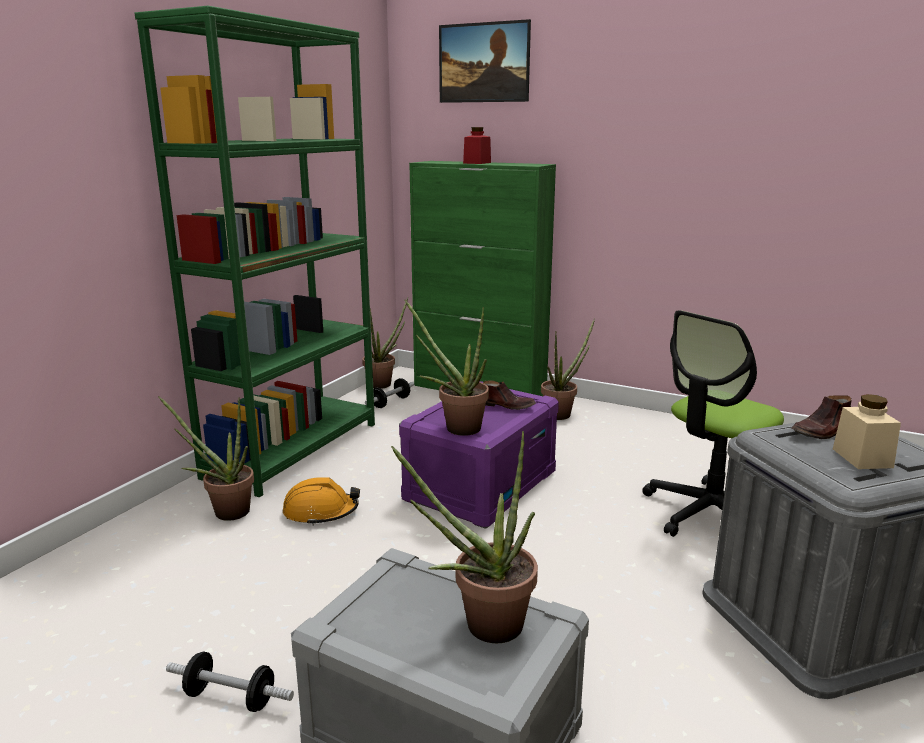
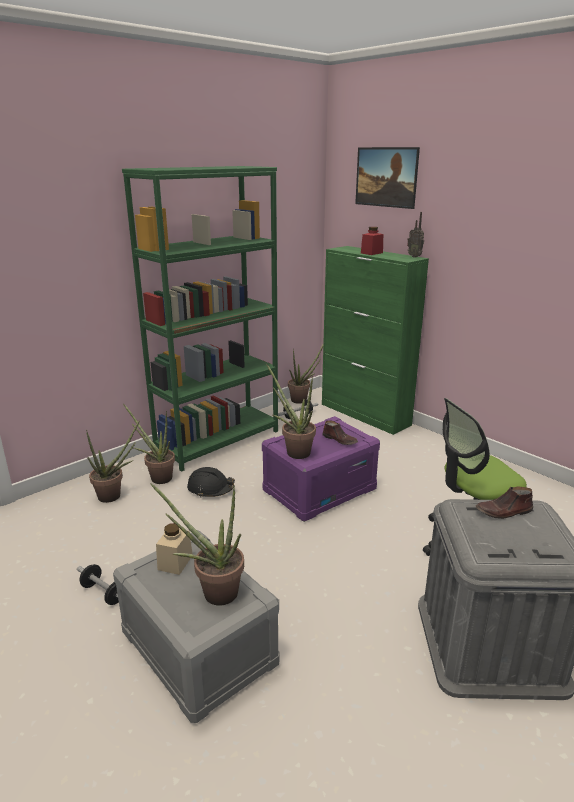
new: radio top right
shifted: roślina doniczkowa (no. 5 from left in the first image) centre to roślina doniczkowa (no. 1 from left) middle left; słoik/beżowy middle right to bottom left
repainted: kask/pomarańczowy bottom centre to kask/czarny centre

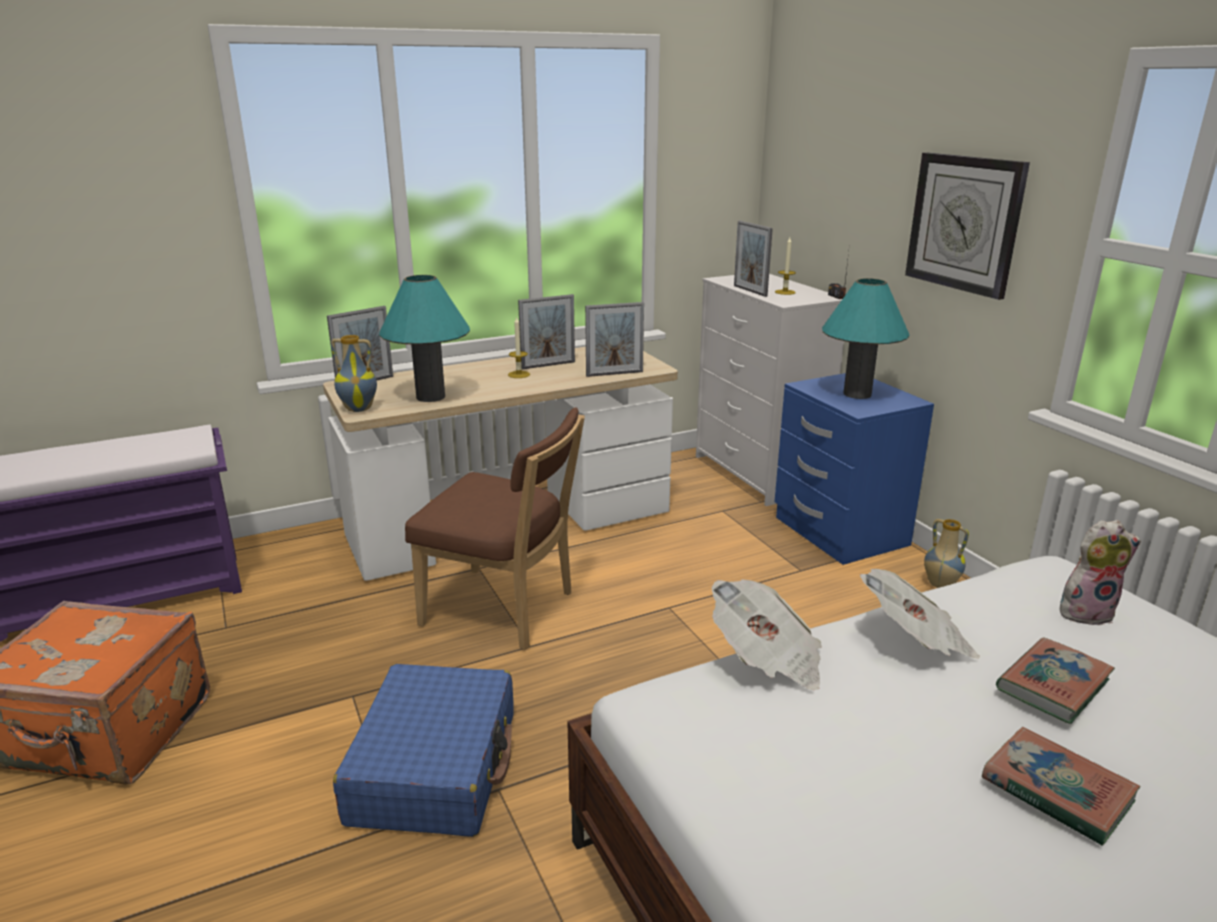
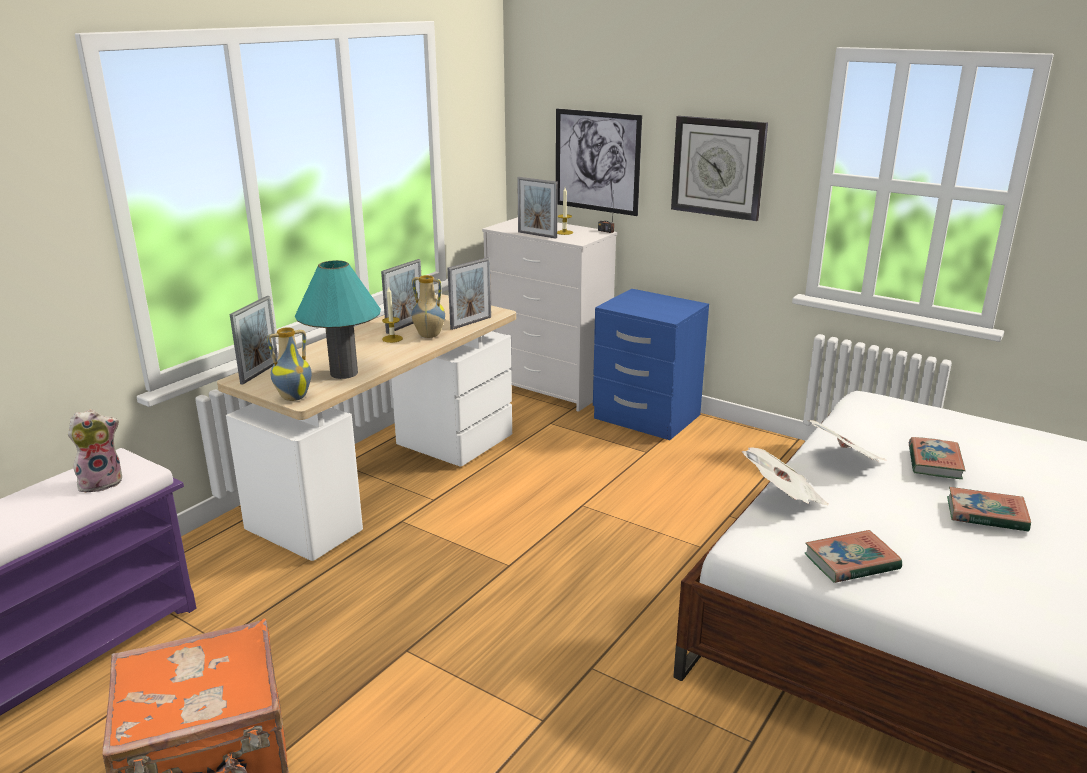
gone: walizka/niebieski bottom centre; krzesło/brązowy centre; lampa stołowa/turkusowy (no. 2 from left) middle right
new: obraz top centre; książka (no. 1 from left) bottom right
shifted: wazon (no. 2 from left) middle right to centre; pluszak middle right to middle left

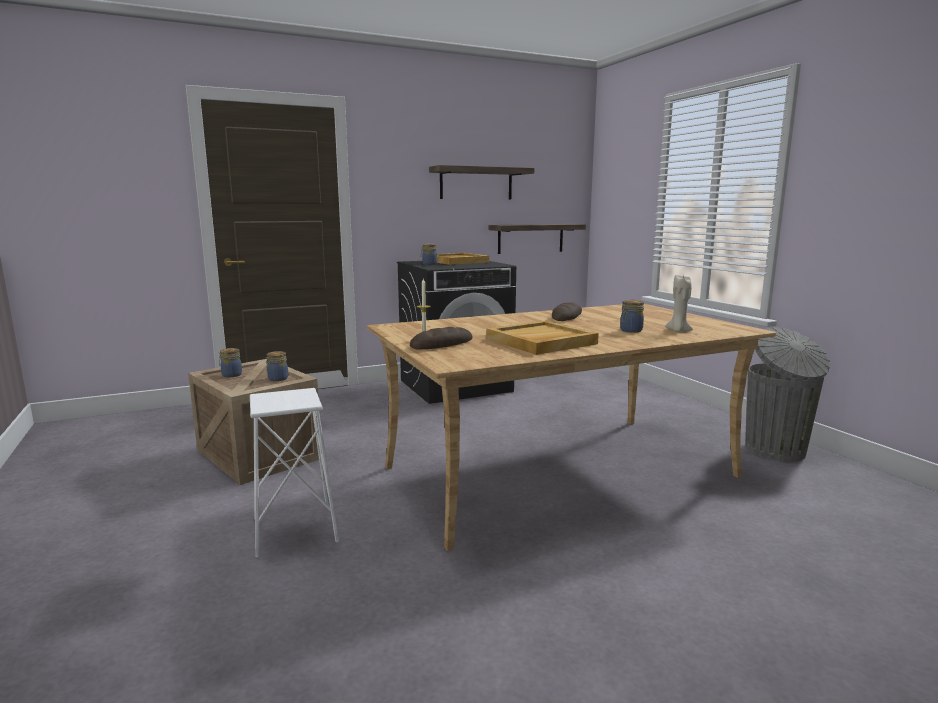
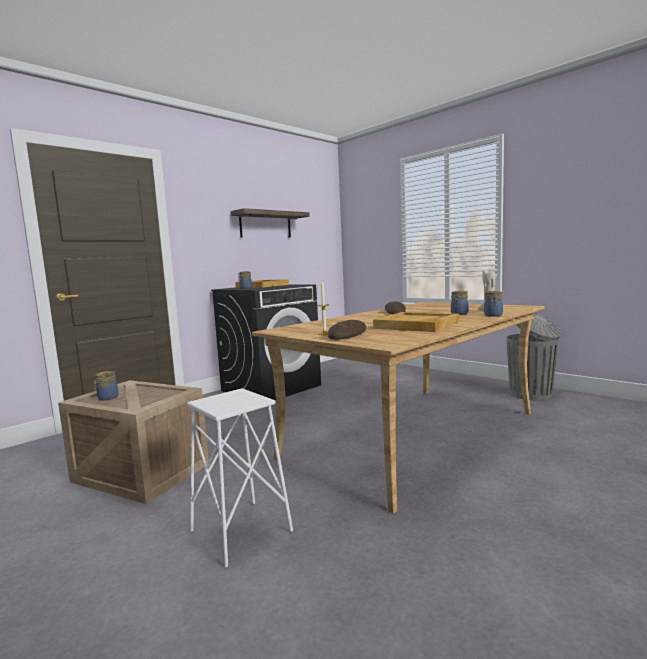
gone: półka (no. 2 from left) centre
shifted: słoik (no. 2 from left in the first image) middle left to słoik (no. 4 from left) middle right

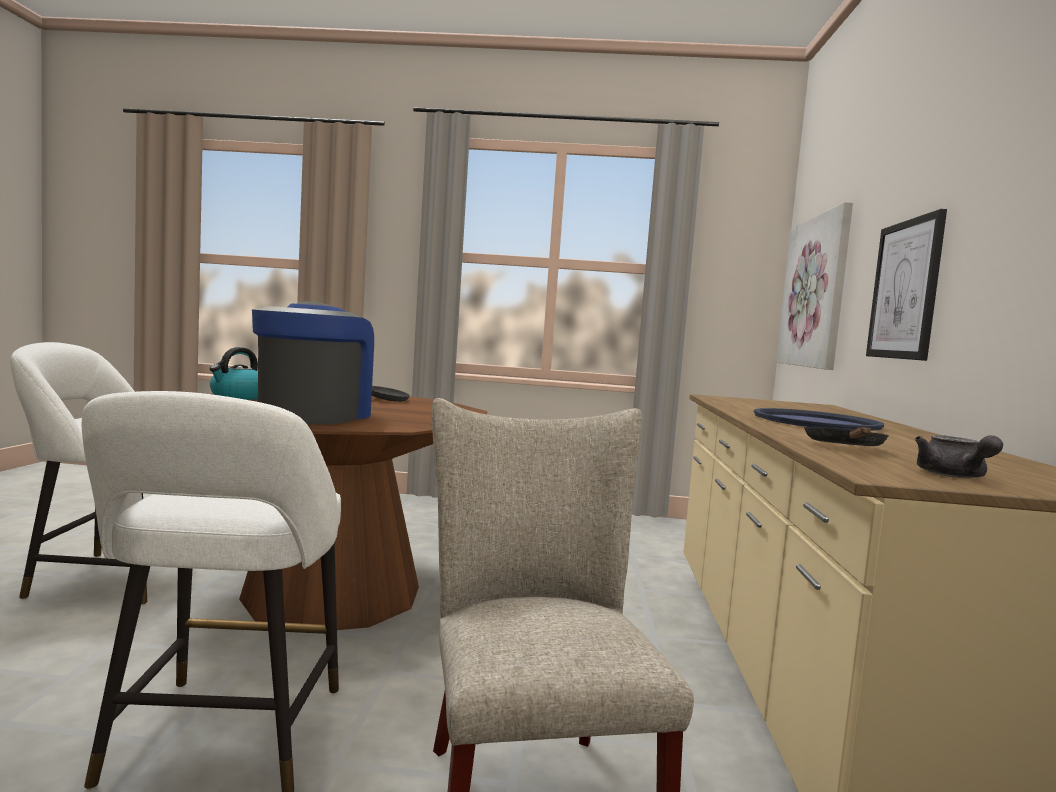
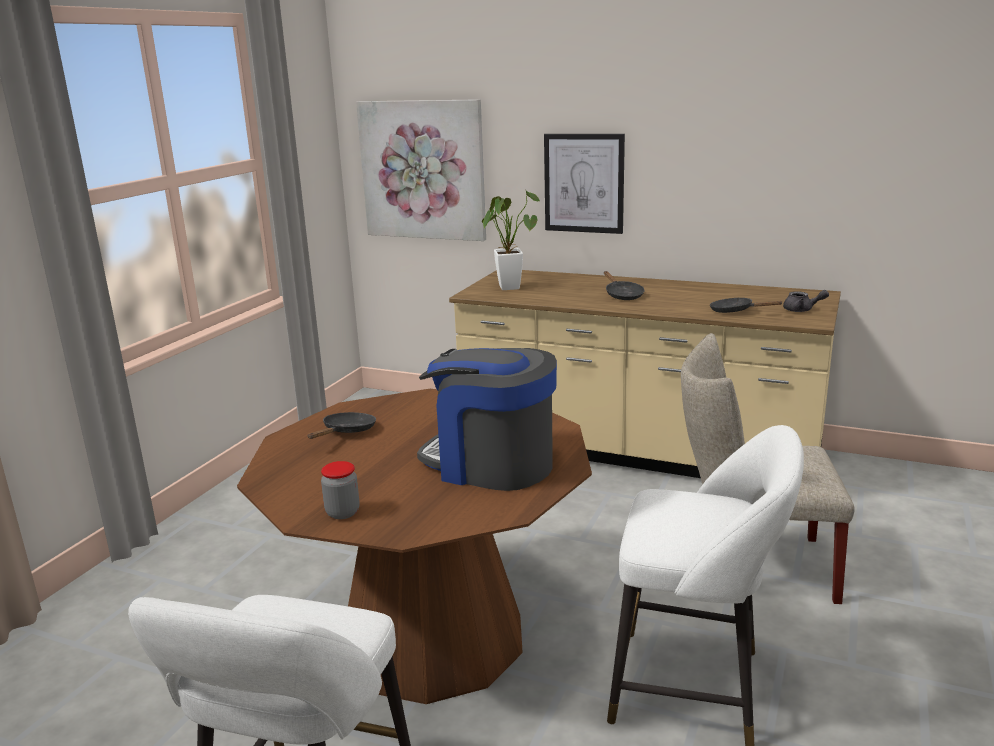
new: roślina doniczkowa top centre
swapped: czajnik middle left to słoik centre; taca/niebieski middle right to patelnia/czarny (no. 2 from left) centre

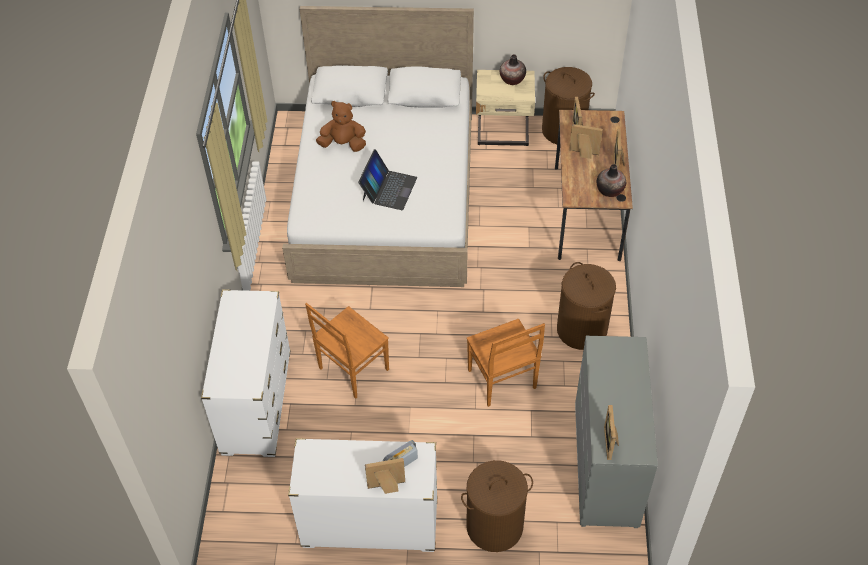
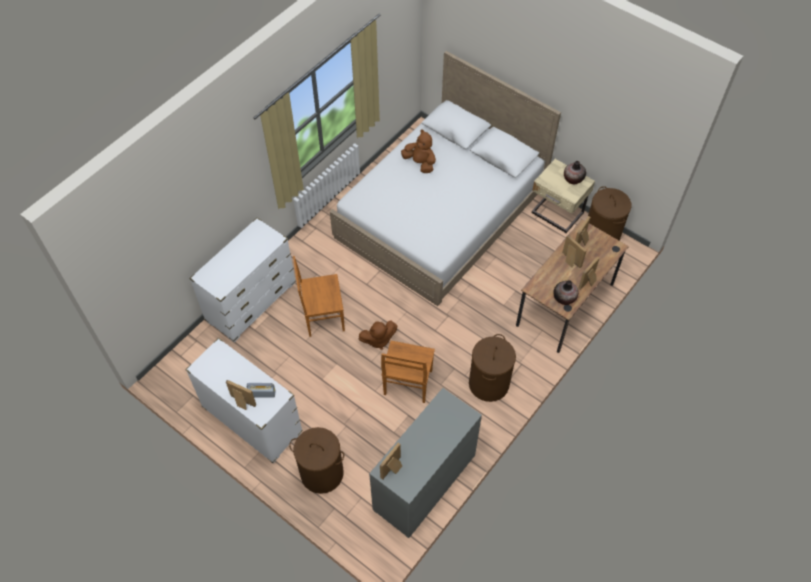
gone: laptop top centre
new: pluszak/brązowy (no. 1 from left) centre

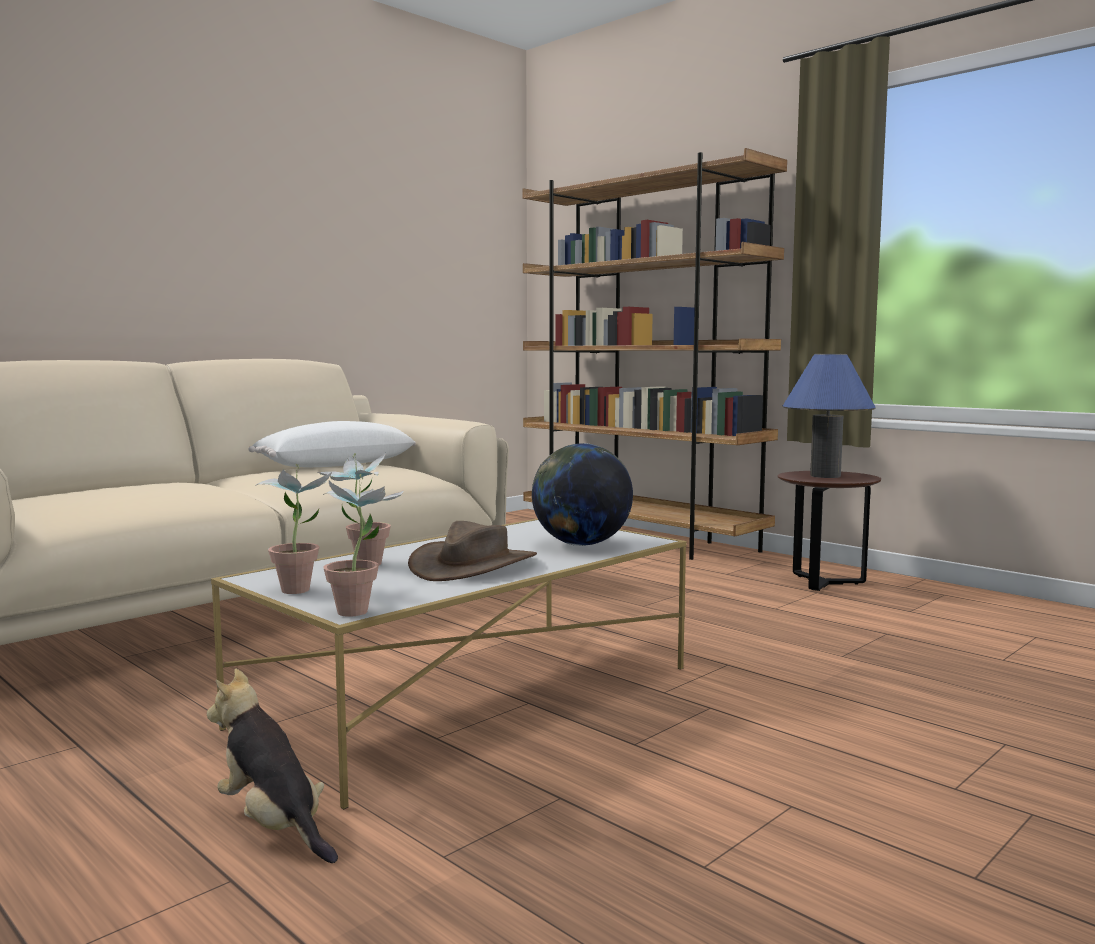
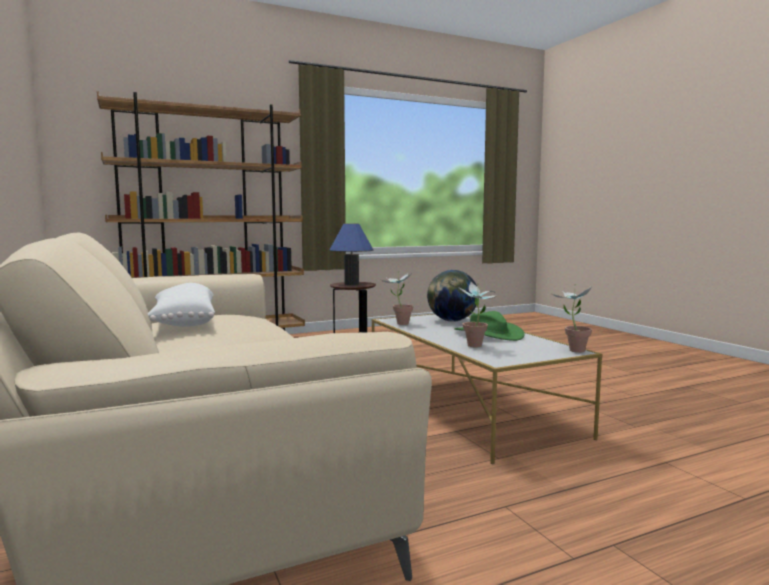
gone: pluszak bottom left
shifted: roślina doniczkowa (no. 1 from left) middle left to centre
repainted: kapelusz/brązowy centre to kapelusz/zielony centre

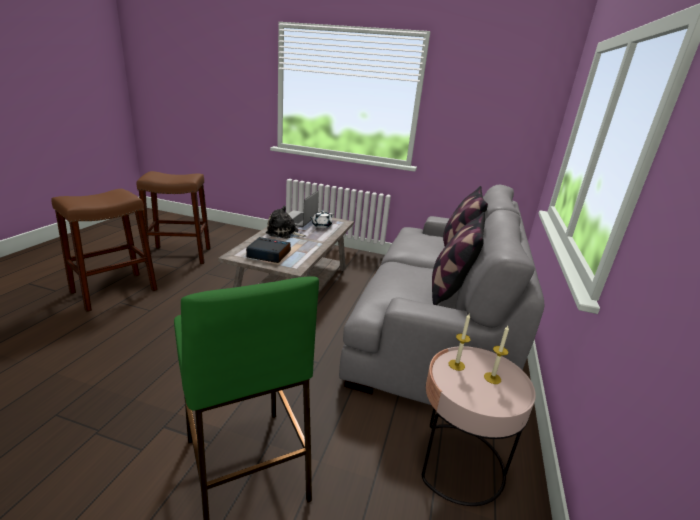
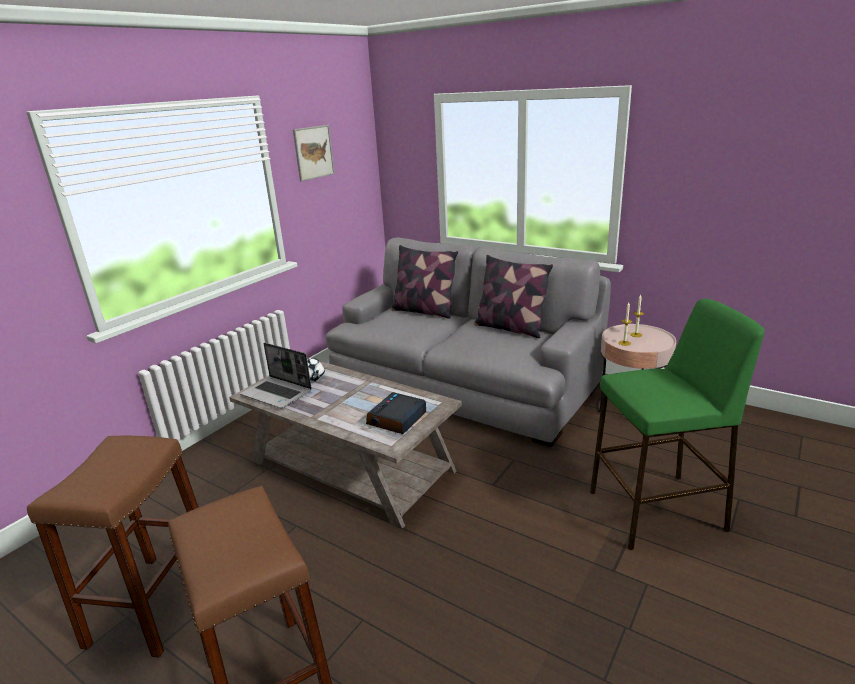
gone: pluszak centre
new: obraz top centre

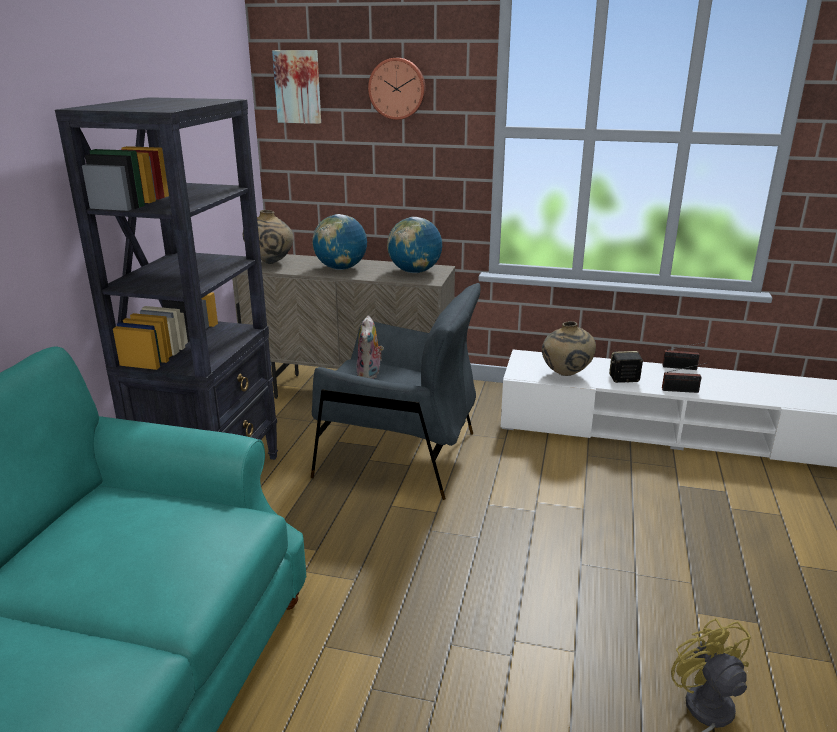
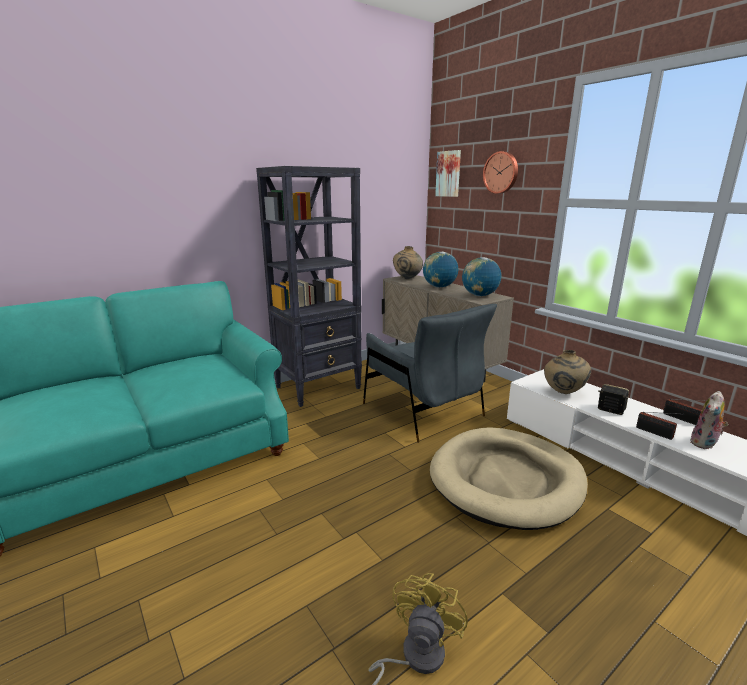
new: legowisko/beżowy bottom right
shifted: pluszak centre to middle right

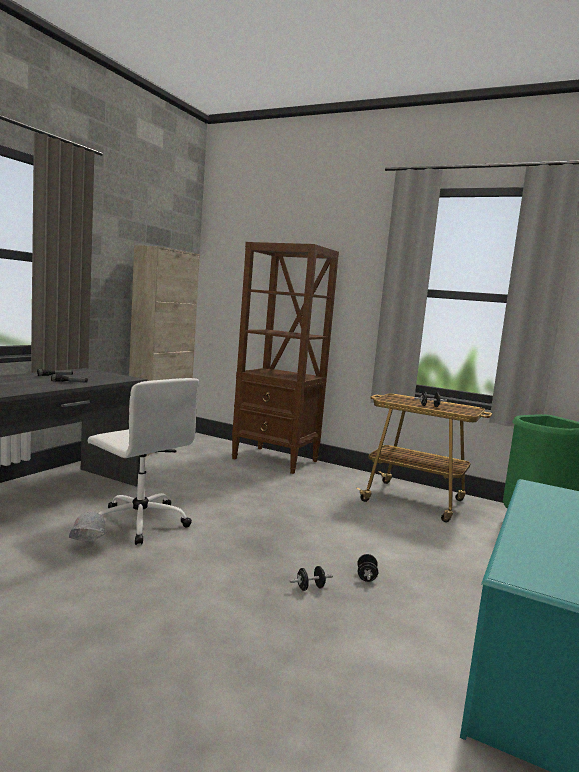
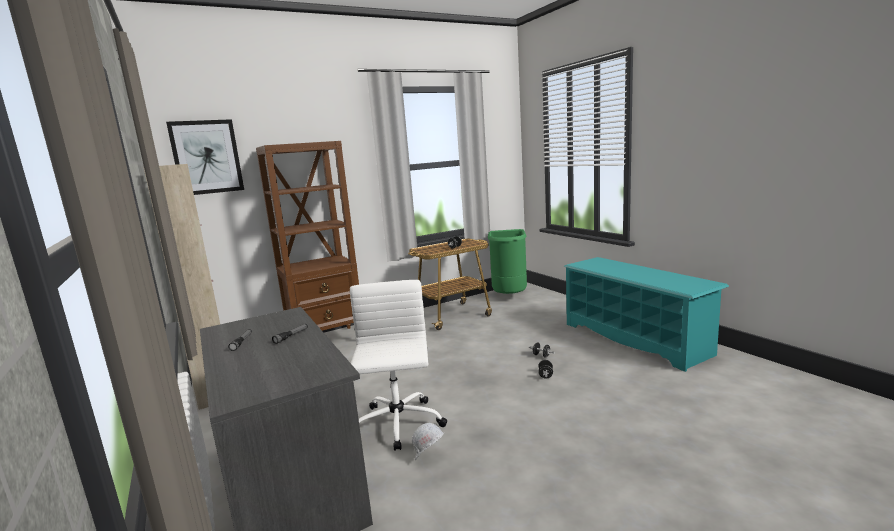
new: obraz top left
rotated: krzesło biurowe/biały middle left = bottom centre 75 degrees counterclockwise

